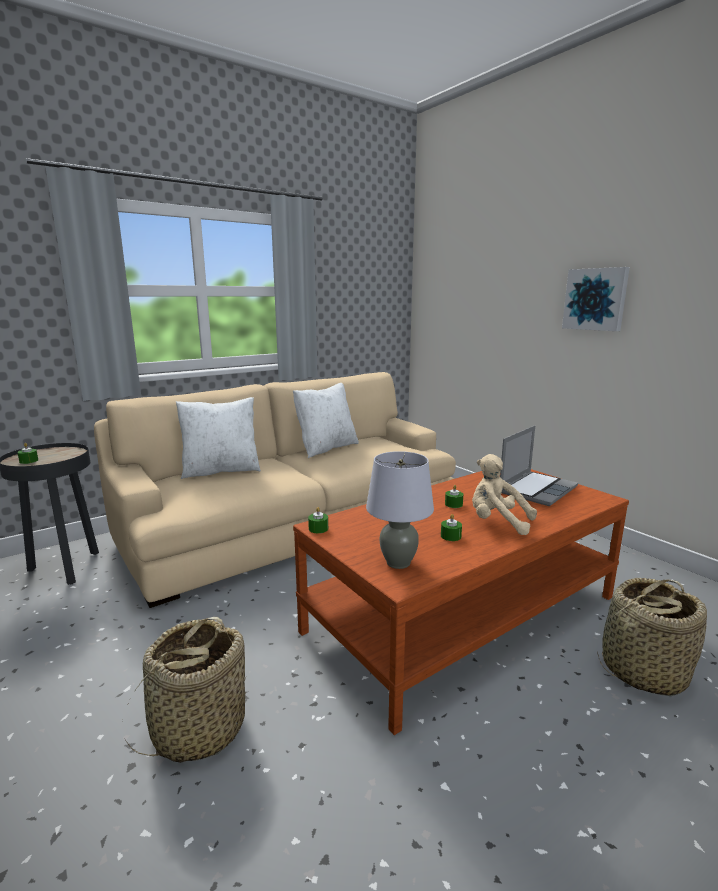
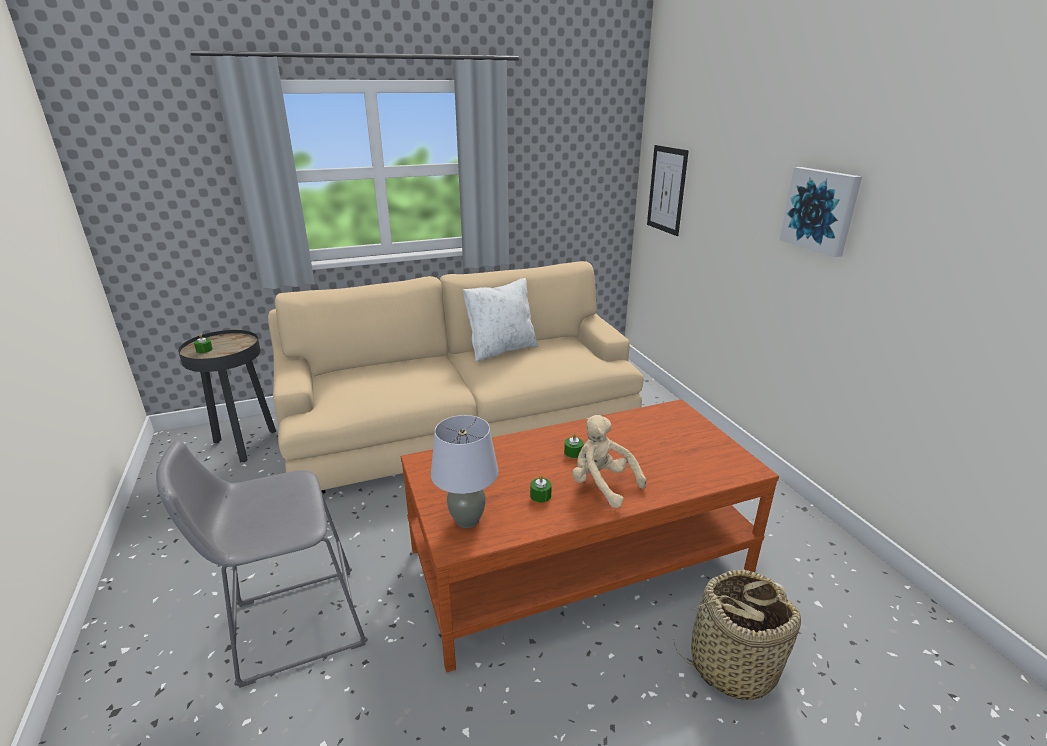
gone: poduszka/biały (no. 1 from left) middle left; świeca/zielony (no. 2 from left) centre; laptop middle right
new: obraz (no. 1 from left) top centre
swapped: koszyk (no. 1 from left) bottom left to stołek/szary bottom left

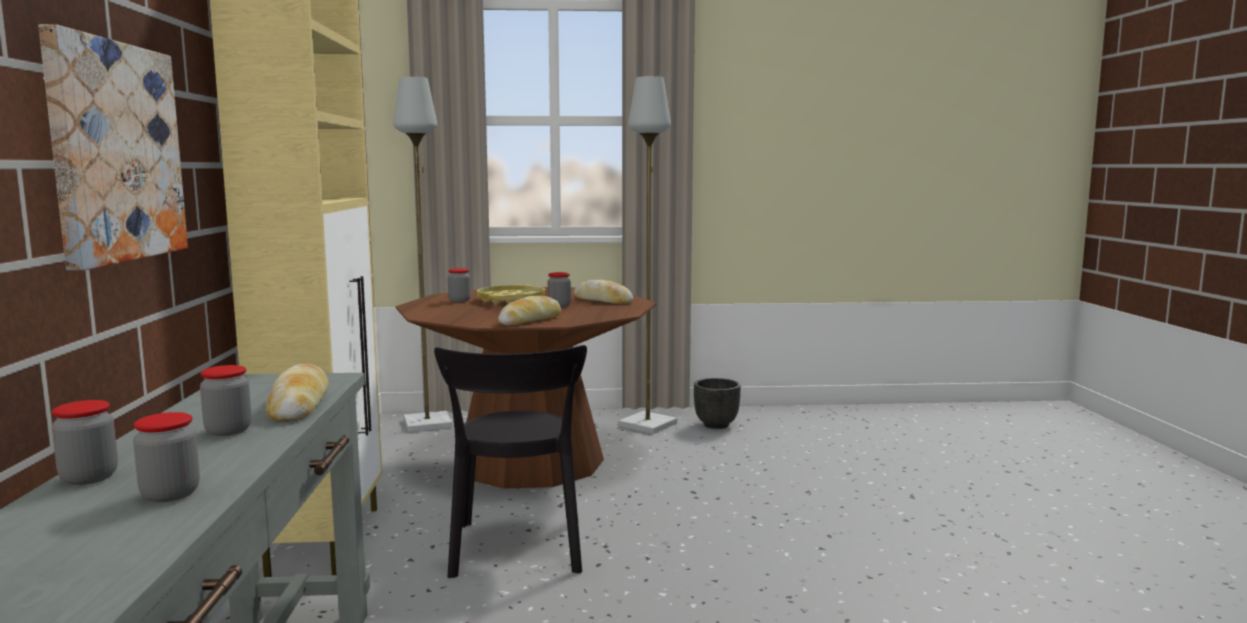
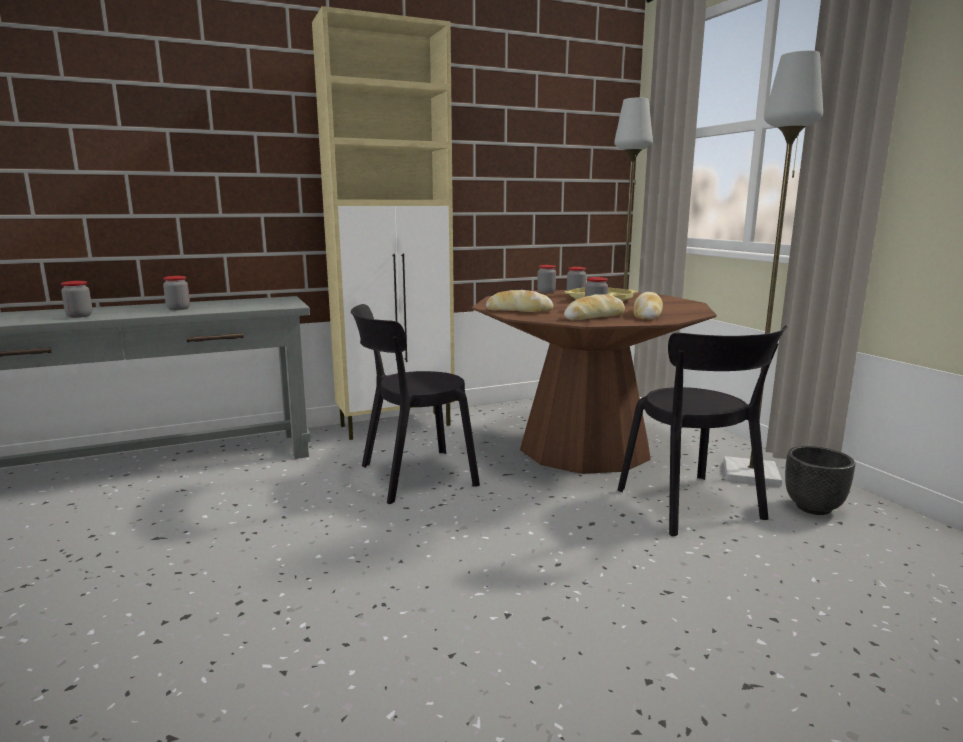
gone: obraz top left
new: krzesło/czarny (no. 2 from left) middle right
shifted: słoik (no. 1 from left in the first image) bottom left to słoik (no. 3 from left) centre; chleb (no. 1 from left in the first image) middle left to chleb (no. 2 from left) centre

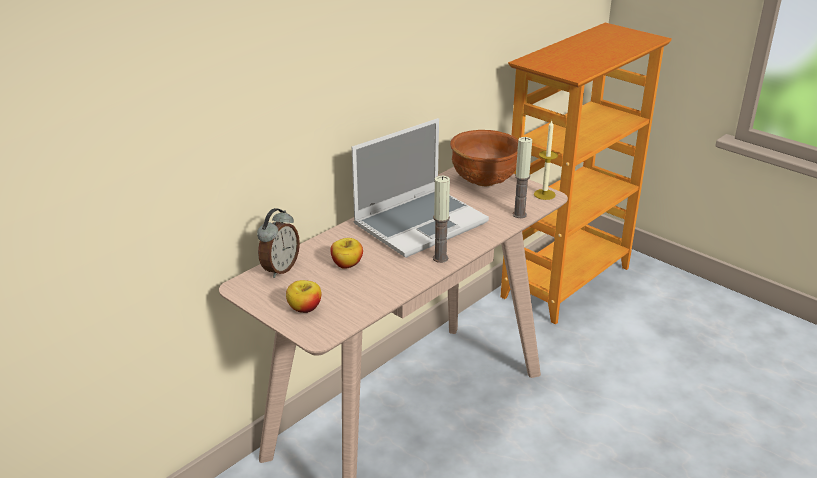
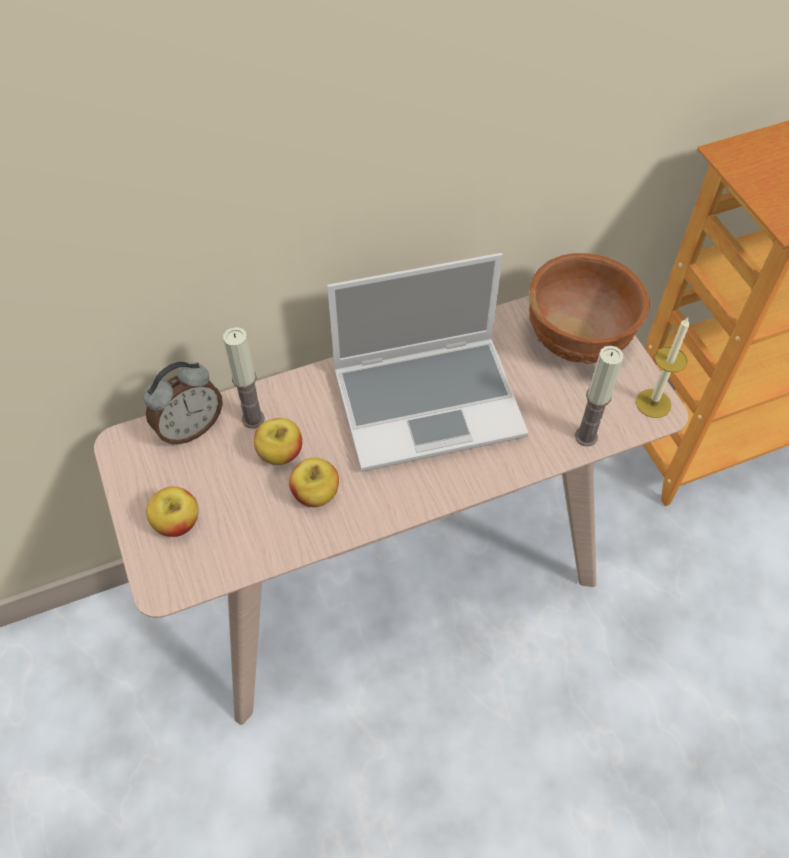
new: jabłko (no. 3 from left) centre
shifted: świeca (no. 1 from left) centre to middle left

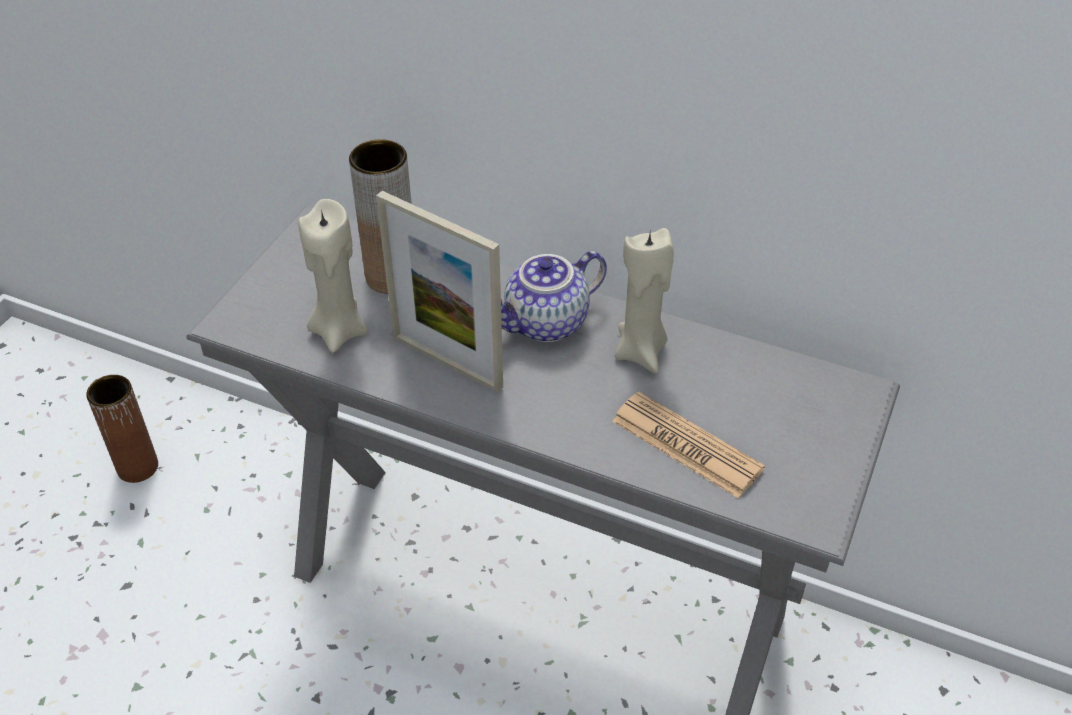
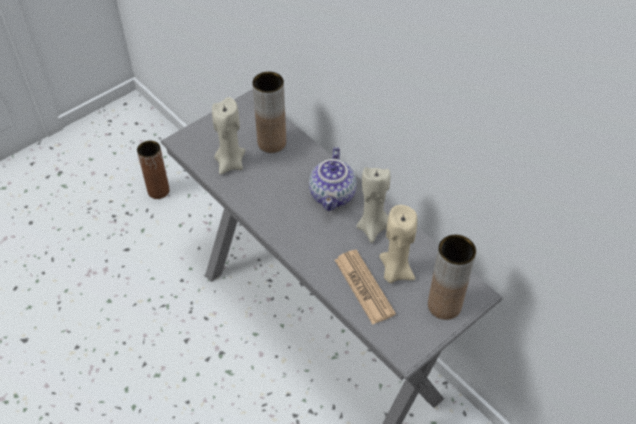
gone: ramka na zdjęcie centre
new: świeca/beżowy (no. 3 from left) centre; wazon/brązowy (no. 3 from left) middle right
rotated: imbryk centre = centre 75 degrees counterclockwise

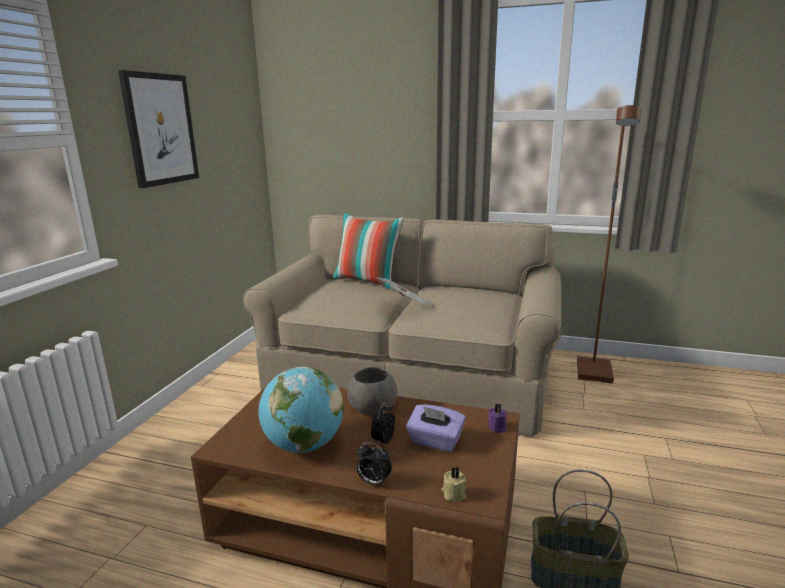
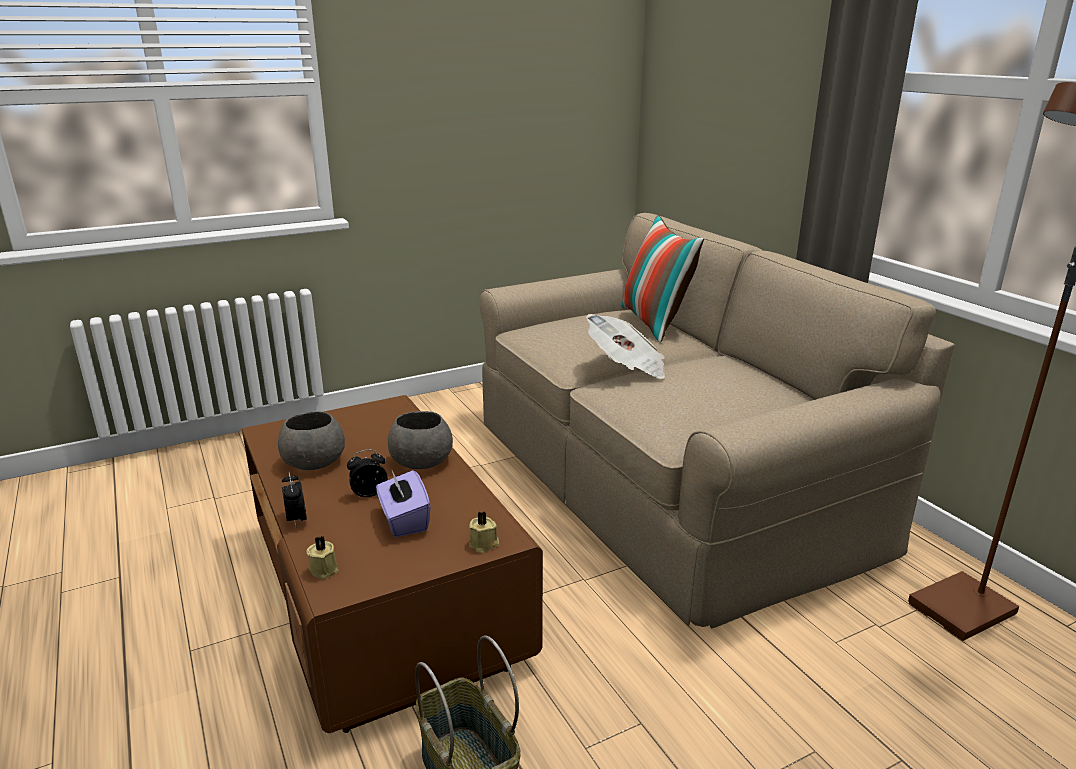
gone: obraz top left
swapped: globus bottom centre to miska/szary (no. 1 from left) middle left
repainted: świeca/fioletowy bottom centre to świeca/beżowy (no. 2 from left) bottom centre

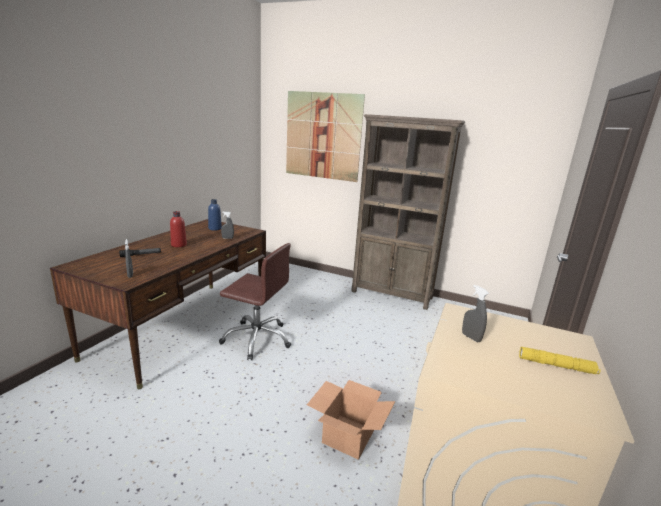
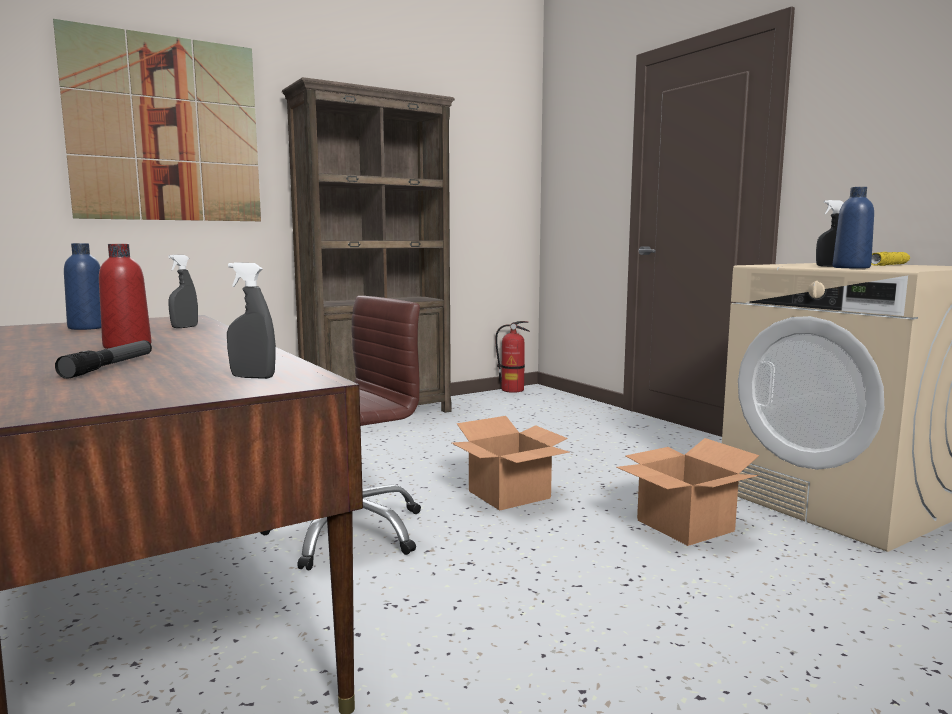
new: karton (no. 1 from left) centre; gaśnica centre; butelka/niebieski (no. 2 from left) top right

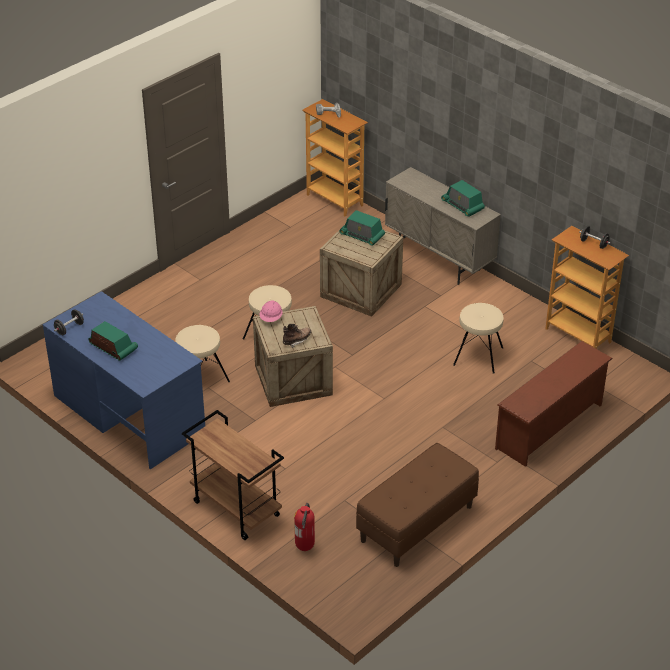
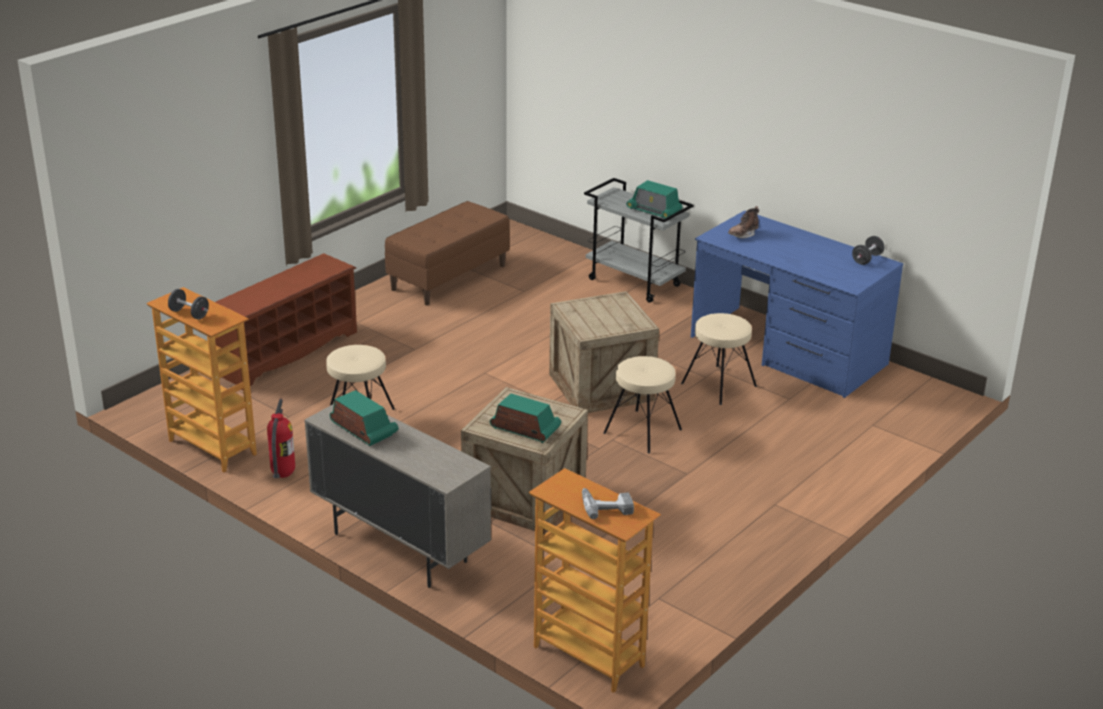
gone: kask/różowy centre
shifted: radio (no. 1 from left in the first image) middle left to radio (no. 3 from left) top centre; but z cholewką/brązowy centre to top right; gaśnica bottom centre to middle left
repainted: wózek/brązowy bottom centre to wózek/szary centre

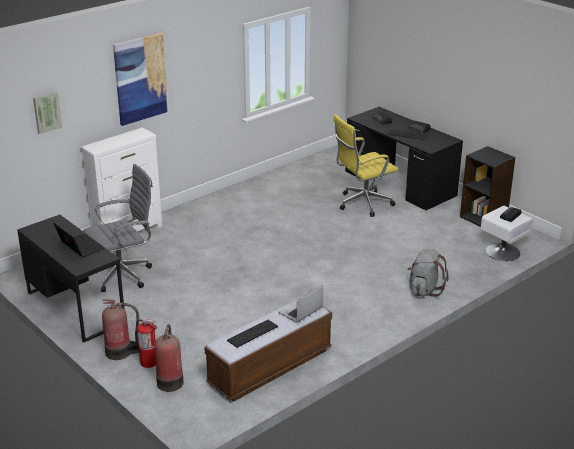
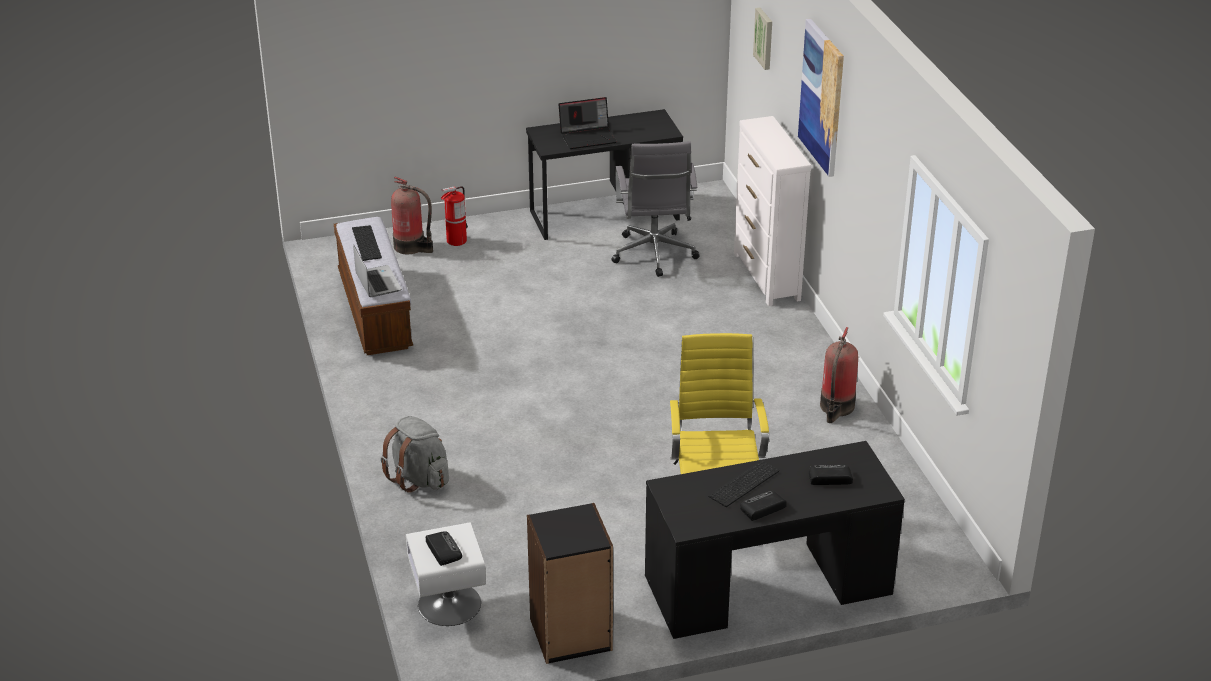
shifted: gaśnica (no. 1 from left in the first image) bottom left to gaśnica (no. 3 from left) middle right

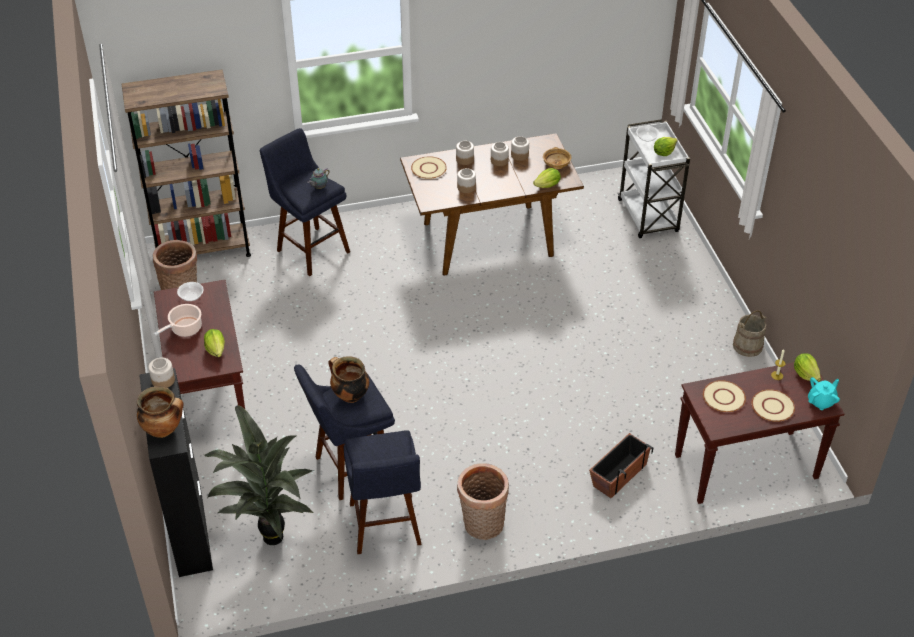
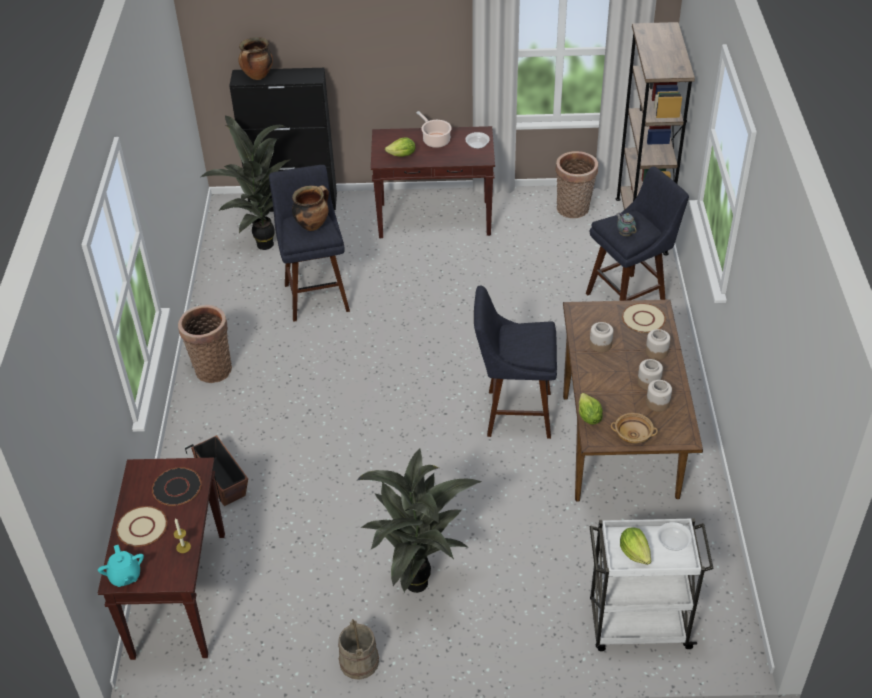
gone: słoik (no. 1 from left) middle left; sałata (no. 4 from left) middle right
new: roślina doniczkowa (no. 2 from left) bottom centre
shifted: stołek/niebieski (no. 3 from left in the first image) bottom centre to stołek/niebieski (no. 2 from left) centre
repainted: talerz/beżowy (no. 2 from left) middle right to talerz/czarny bottom left

